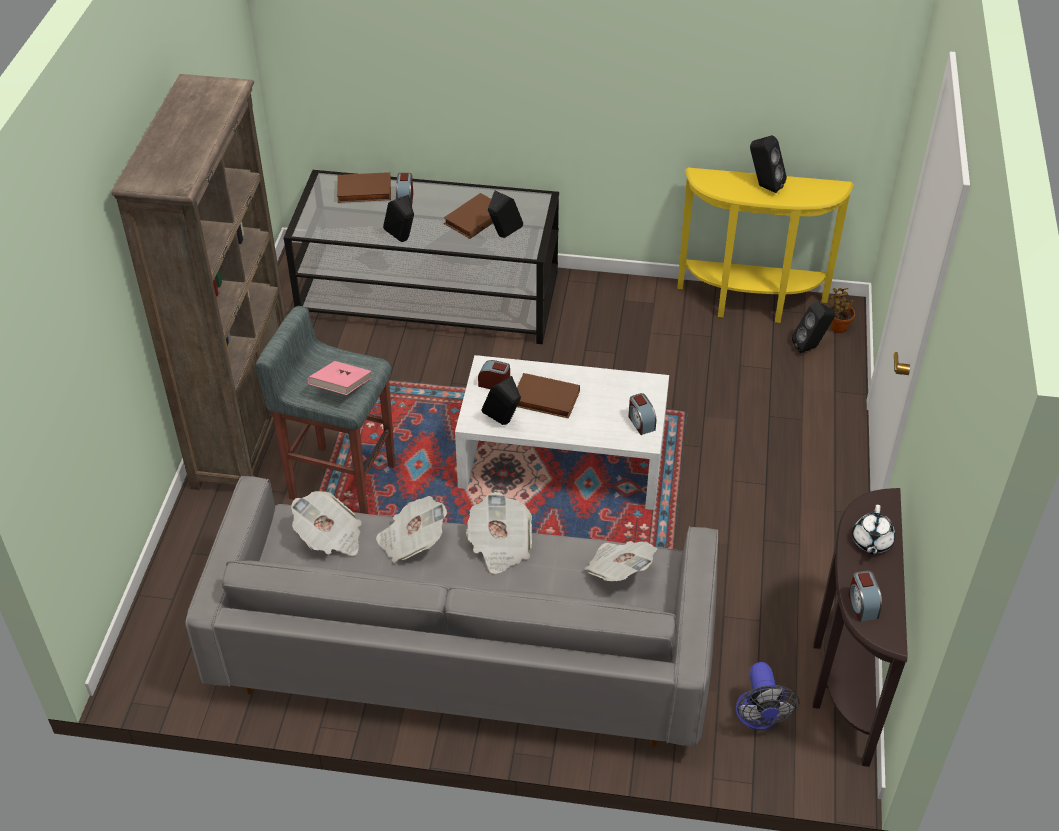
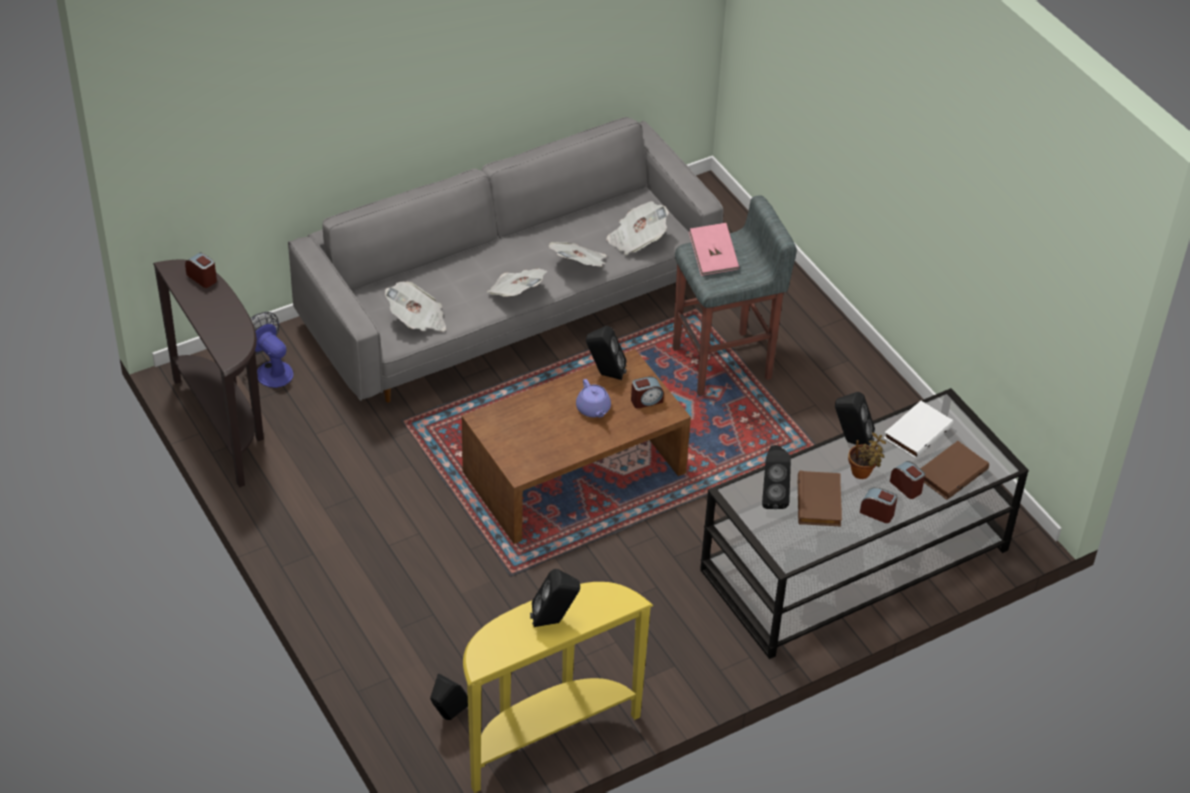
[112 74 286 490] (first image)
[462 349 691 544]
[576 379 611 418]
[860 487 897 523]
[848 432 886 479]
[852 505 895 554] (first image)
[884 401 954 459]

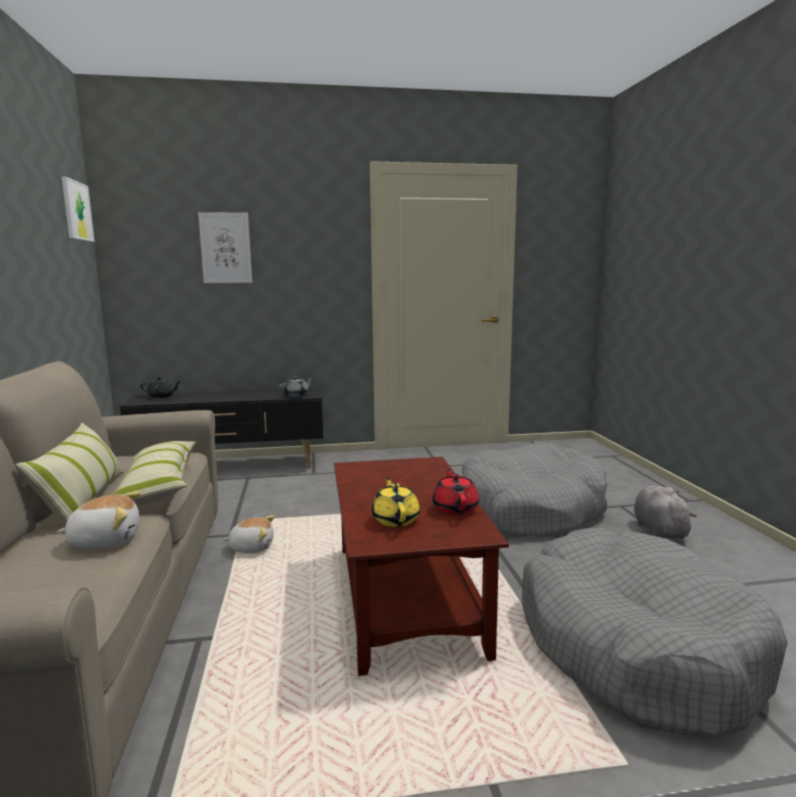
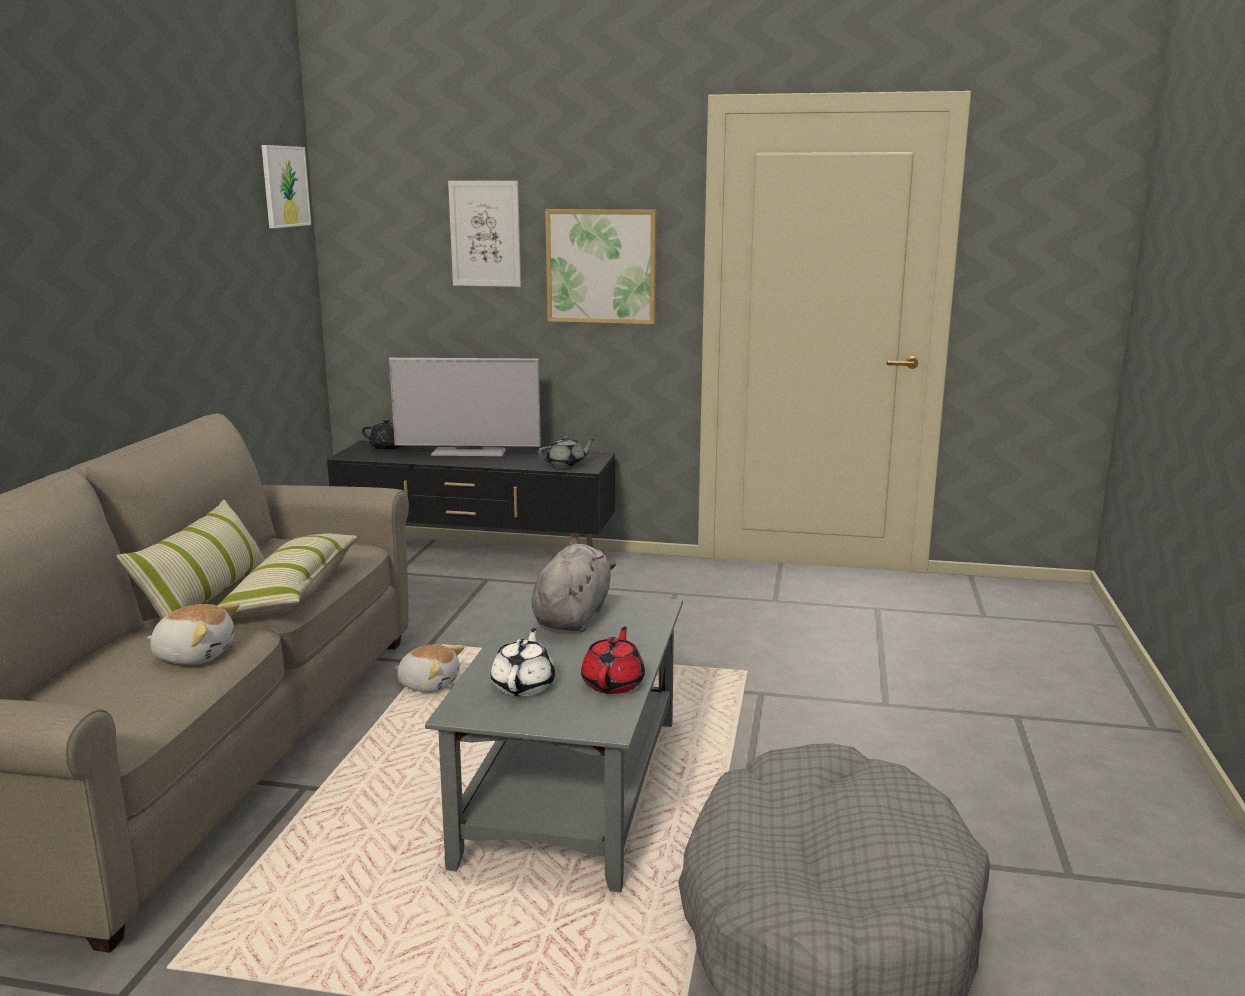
[425 588 683 893]
[491 628 555 696]
[462 443 607 537] (first image)
[532 544 616 632]
[389 358 541 456]
[545 209 657 324]

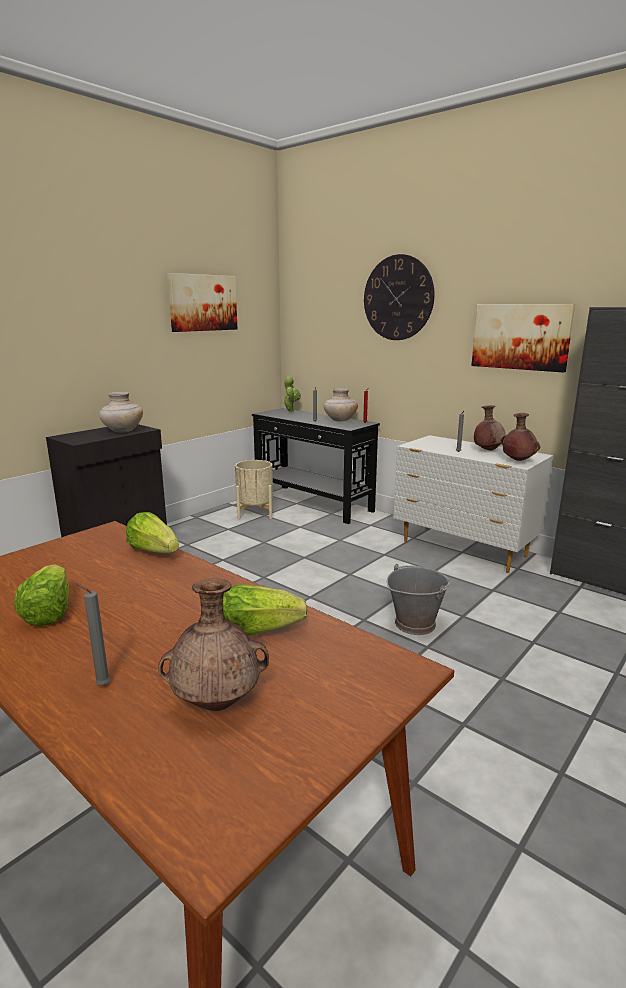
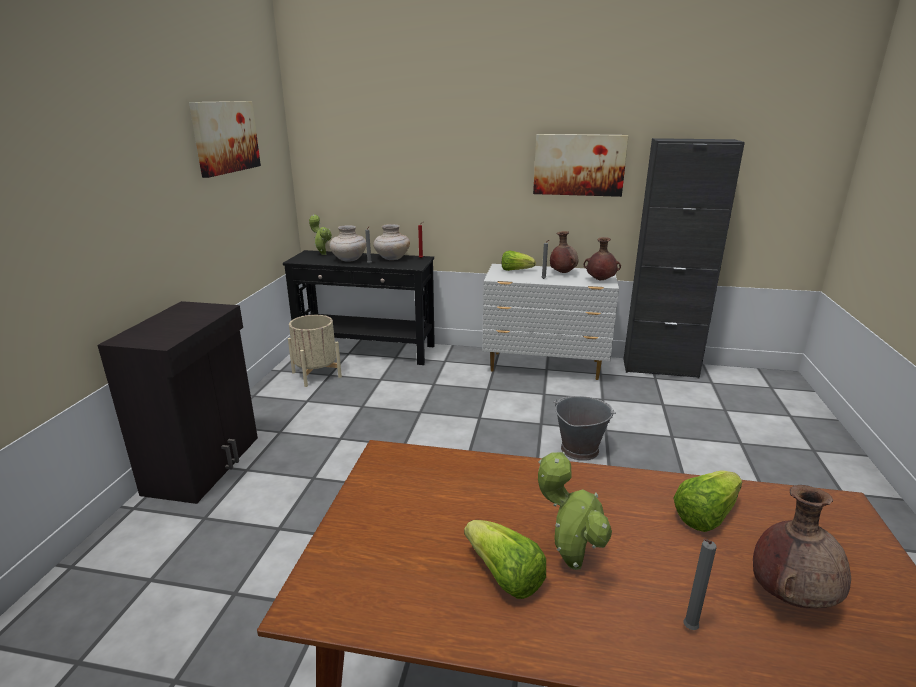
[329 225 366 262]
[502 251 536 271]
[364 254 434 340] (first image)
[538 452 612 570]

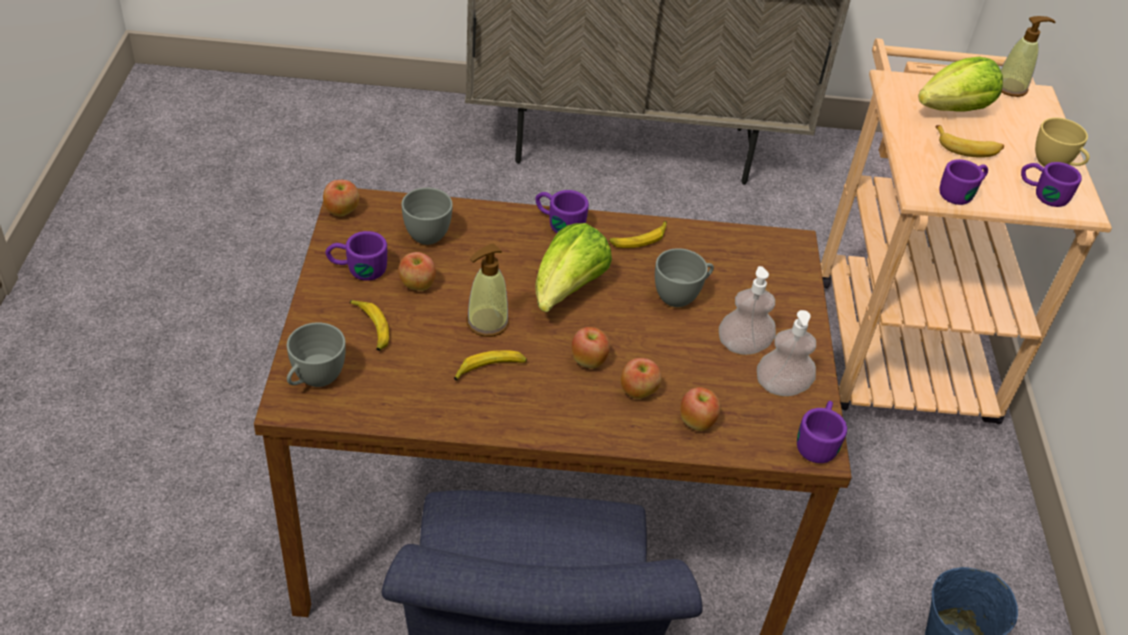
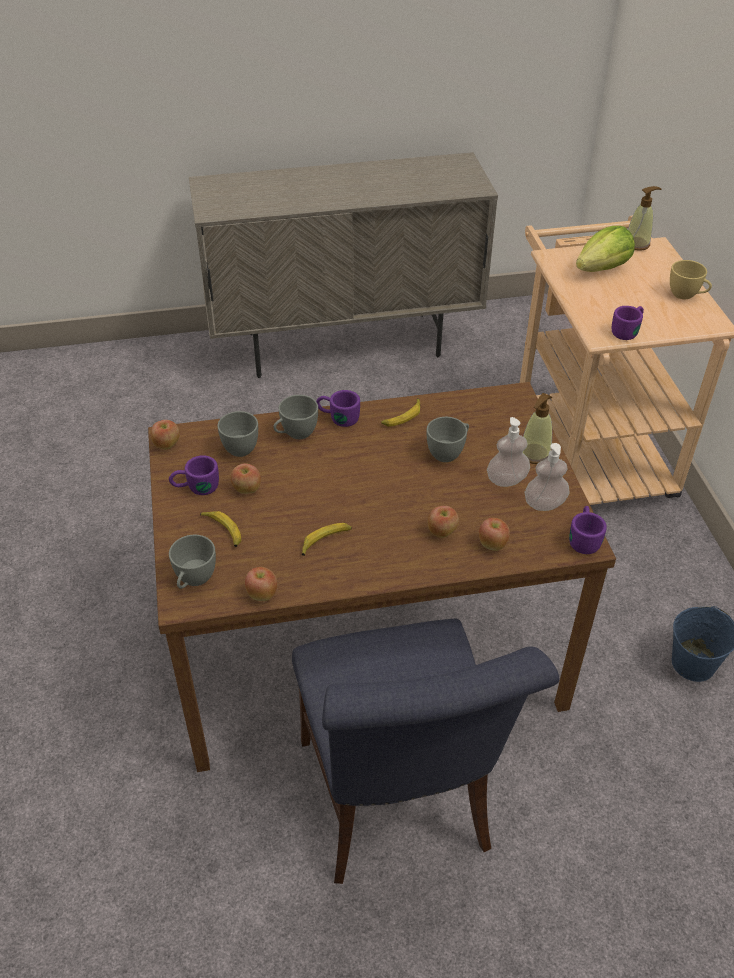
[523 393 552 464]
[535 223 612 312] (first image)
[245 567 277 601]
[936 125 1004 158] (first image)
[1021 162 1082 207] (first image)
[273 395 318 439]

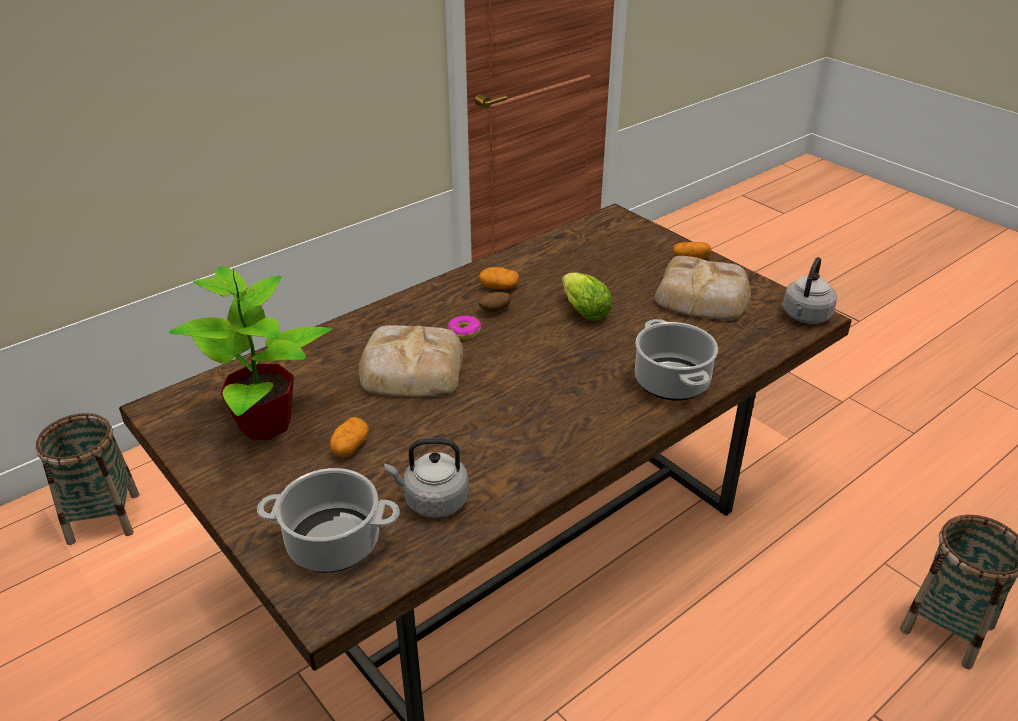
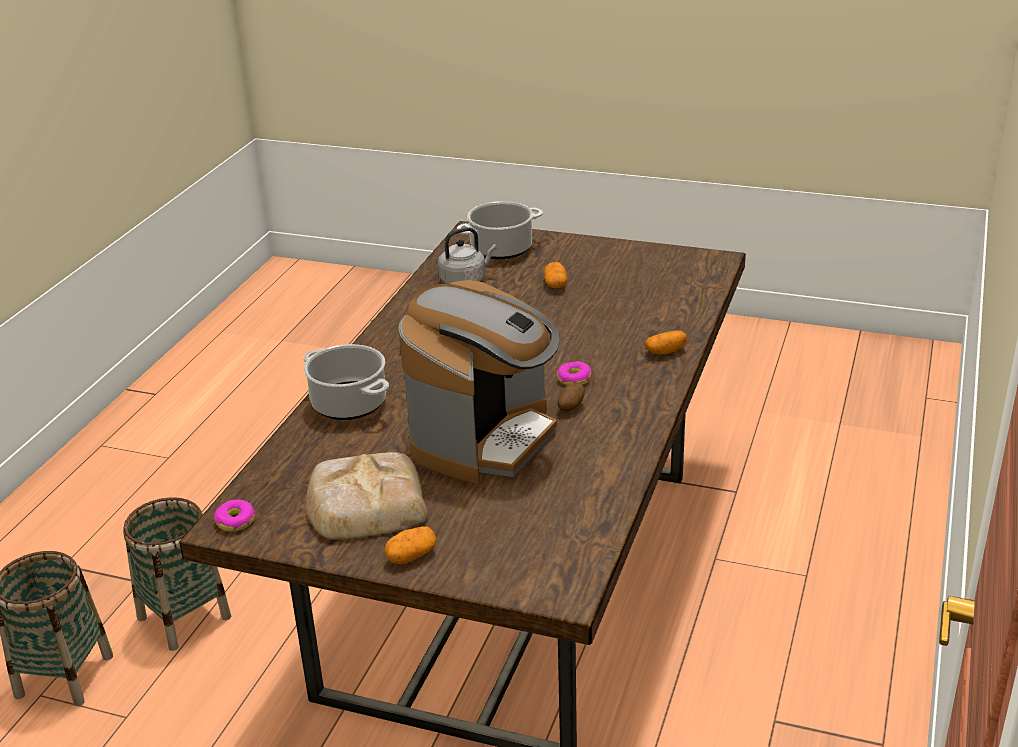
[123 497 231 651]
[169 266 333 440] (first image)
[359 325 463 397] (first image)
[645 330 687 354]
[399 280 560 484]
[214 499 256 531]

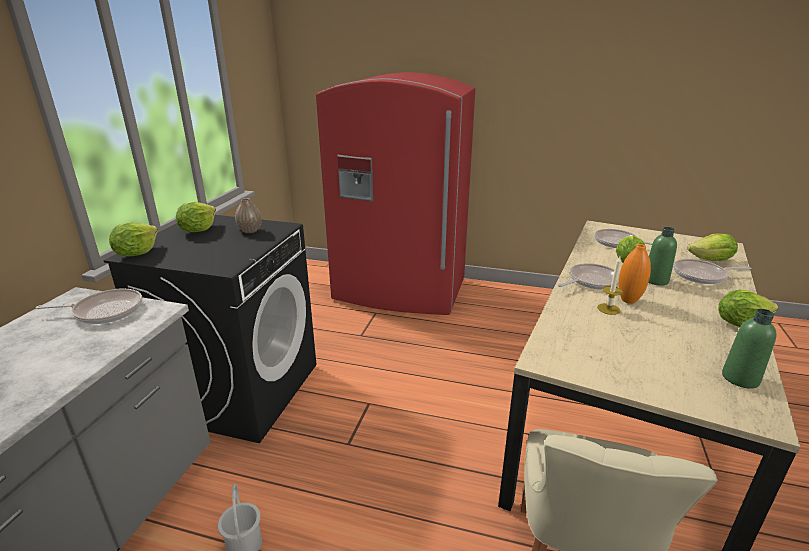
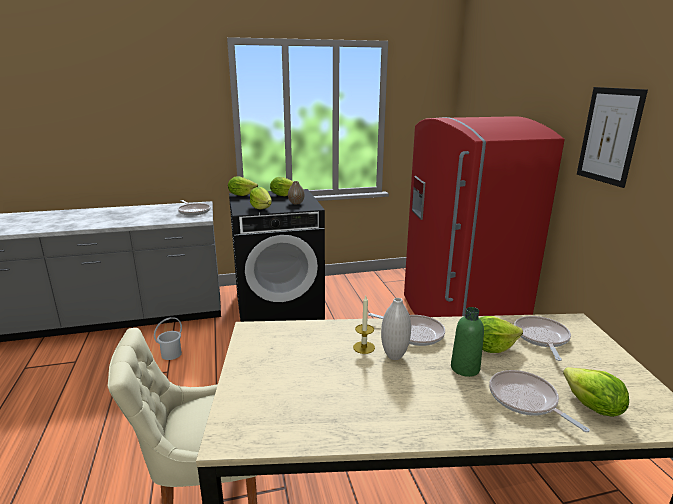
[381 298 411 360]
[250 187 272 209]
[722 309 777 389] (first image)
[577 87 648 188]

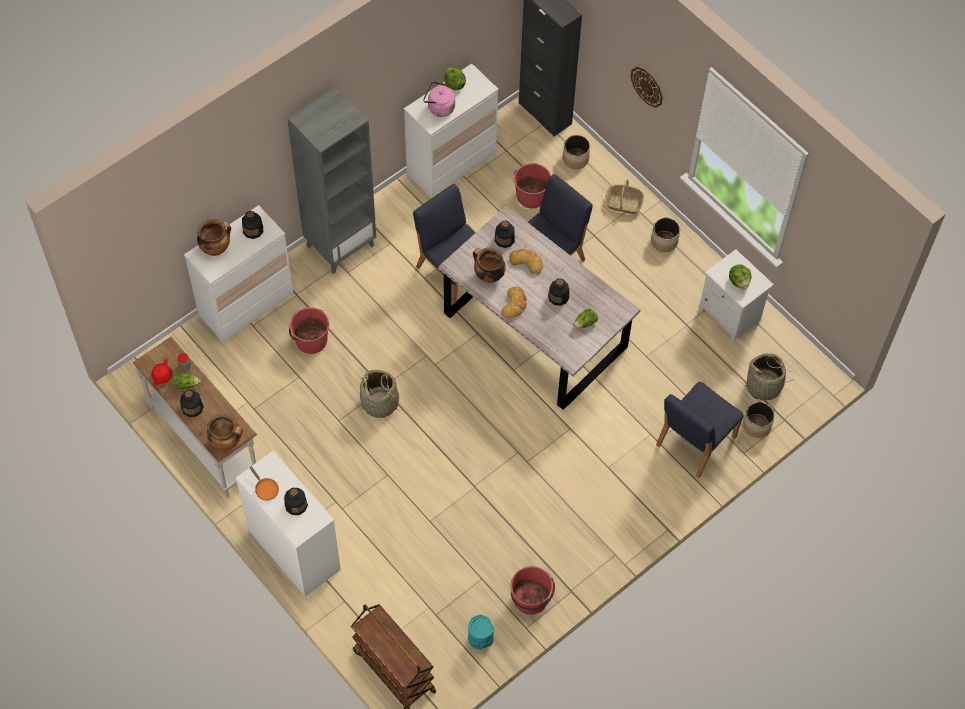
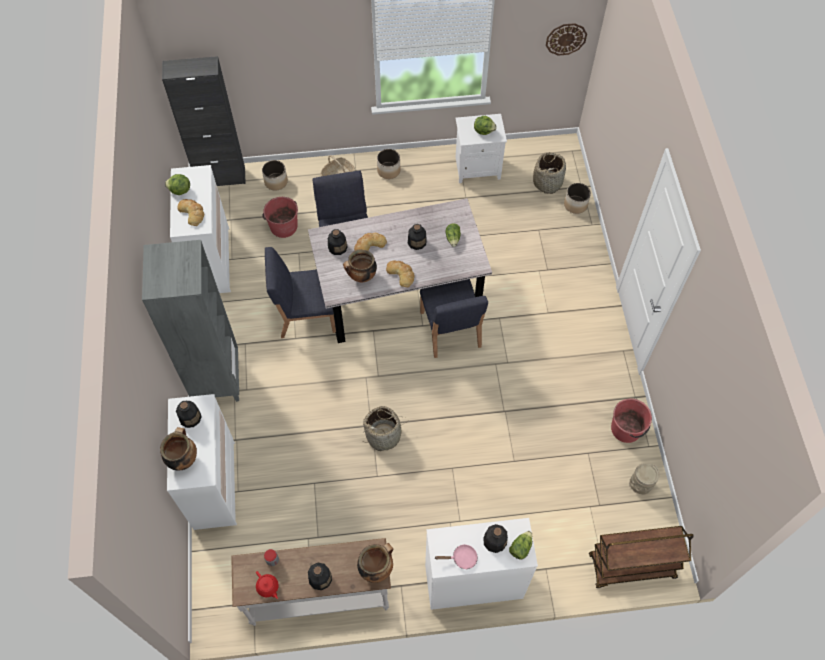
[509 531 532 560]
[434 544 478 570]
[289 307 329 354] (first image)
[177 199 204 226]
[629 464 660 495]
[546 23 587 56]
[420 279 488 358]

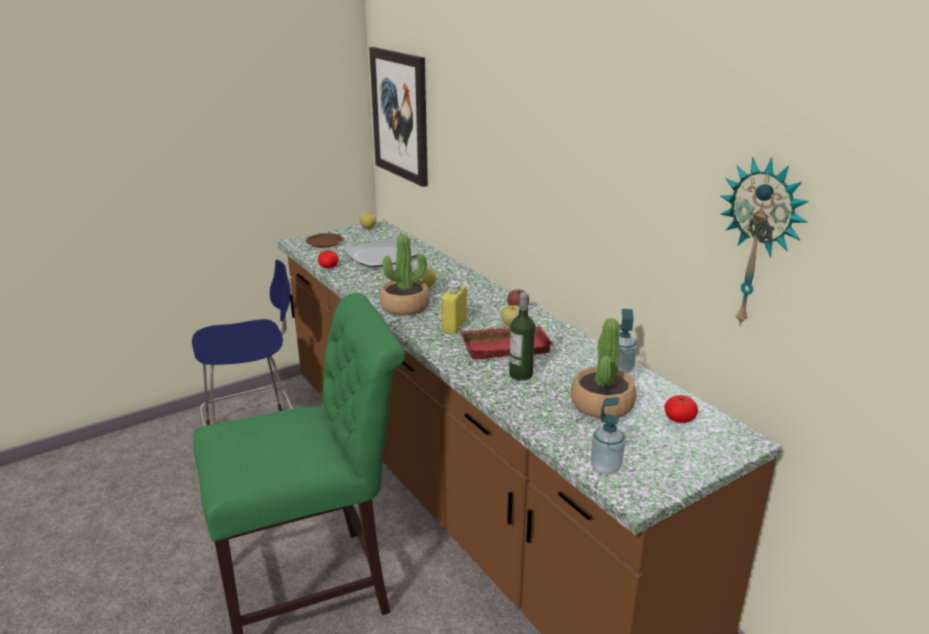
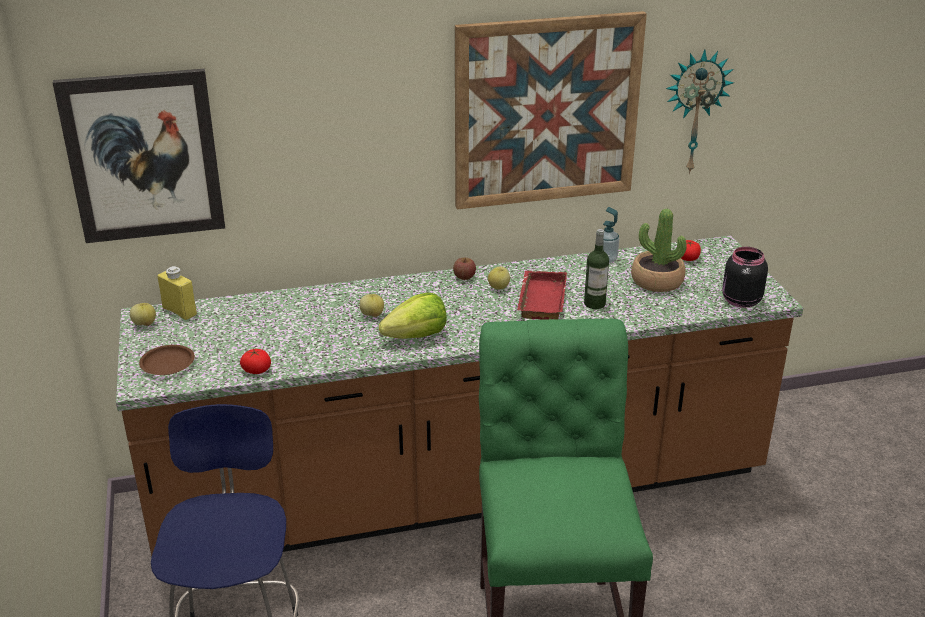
[343 238 419 267] (first image)
[379 293 447 339]
[157 266 197 320]
[722 247 768 308]
[455 11 647 209]

